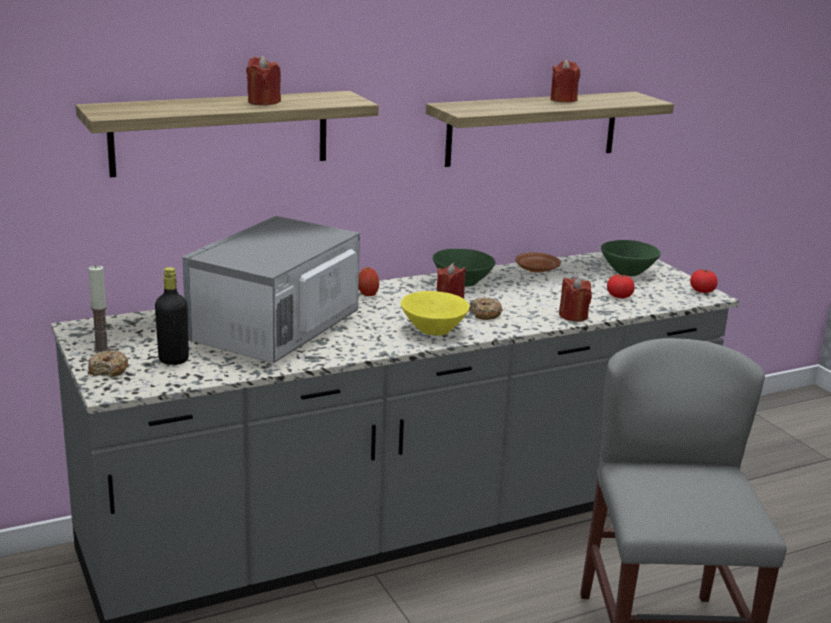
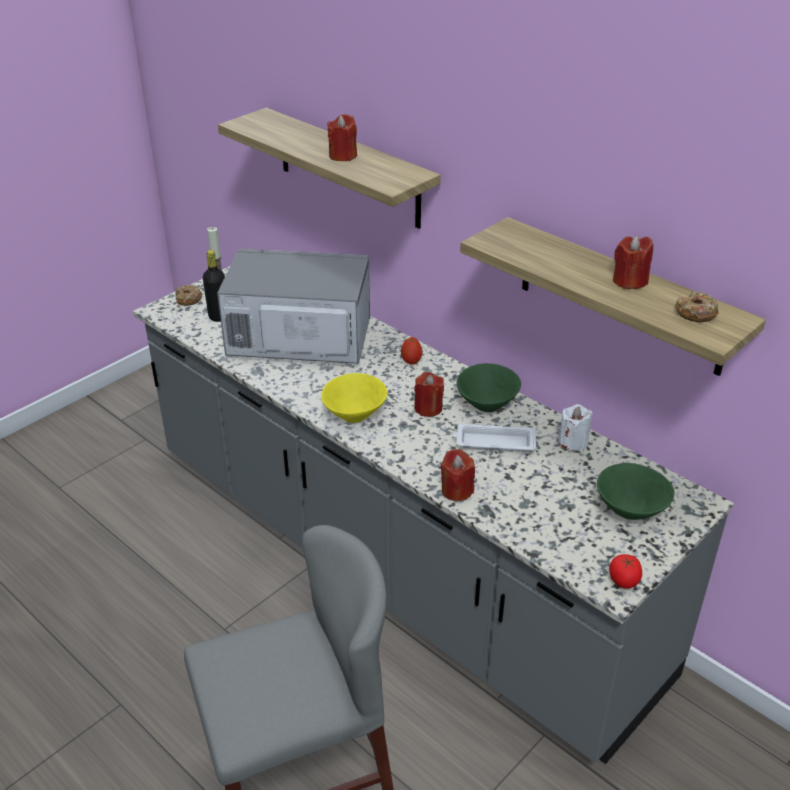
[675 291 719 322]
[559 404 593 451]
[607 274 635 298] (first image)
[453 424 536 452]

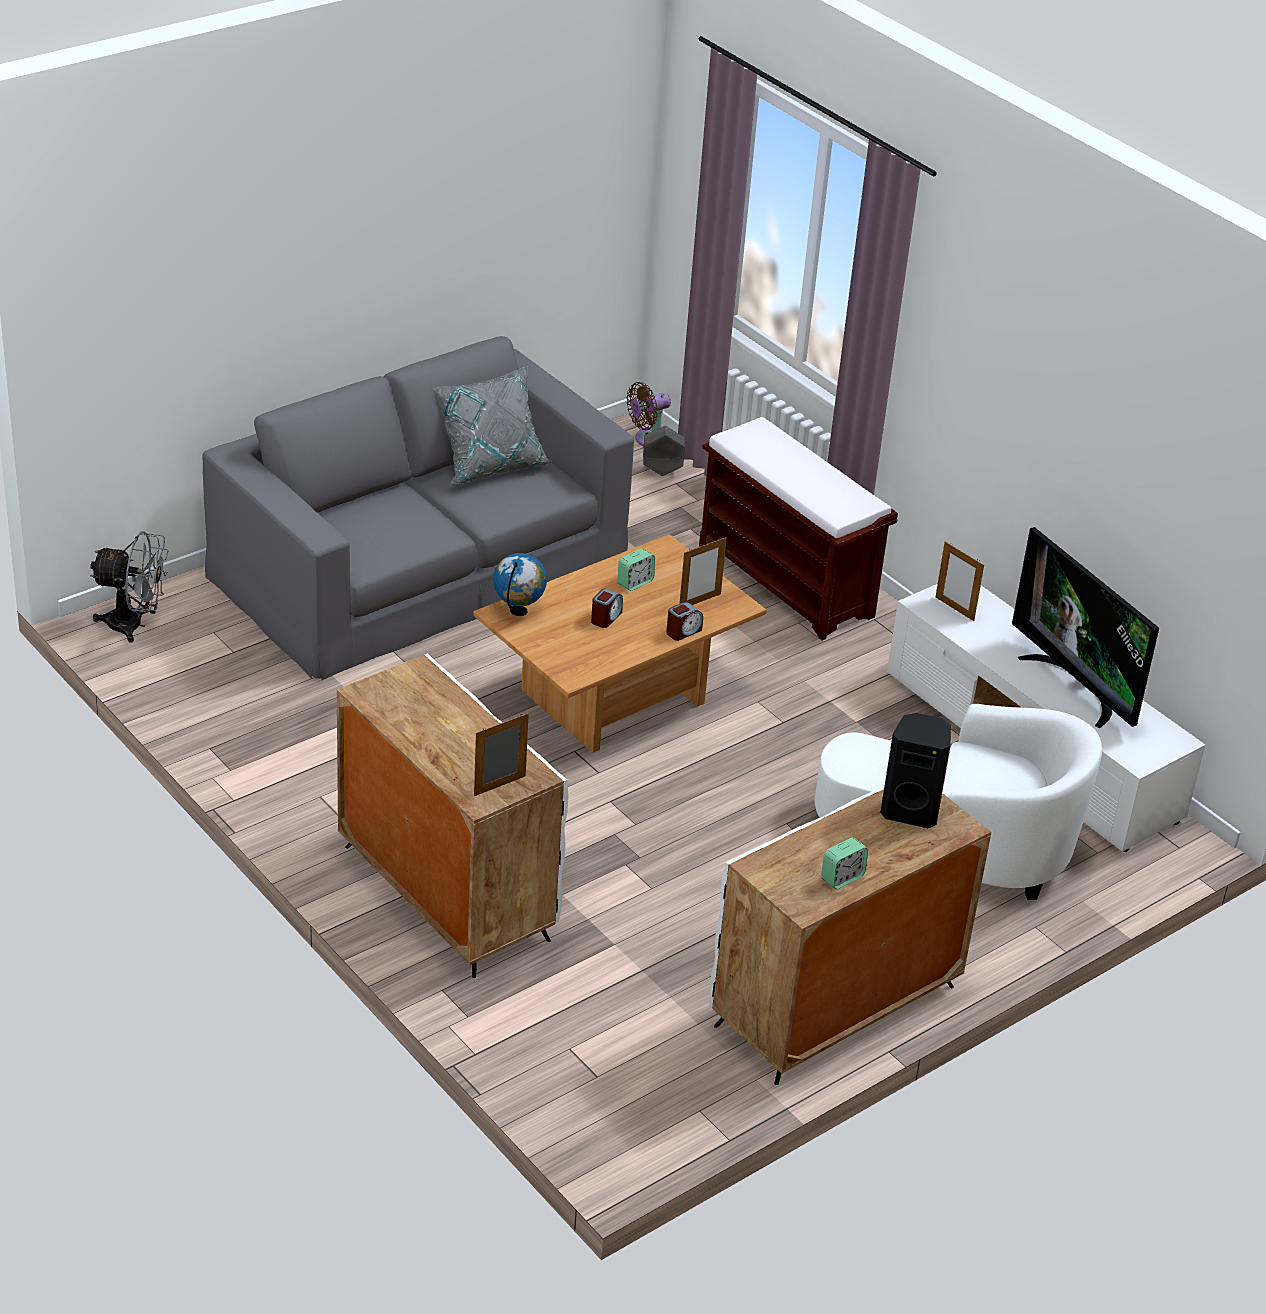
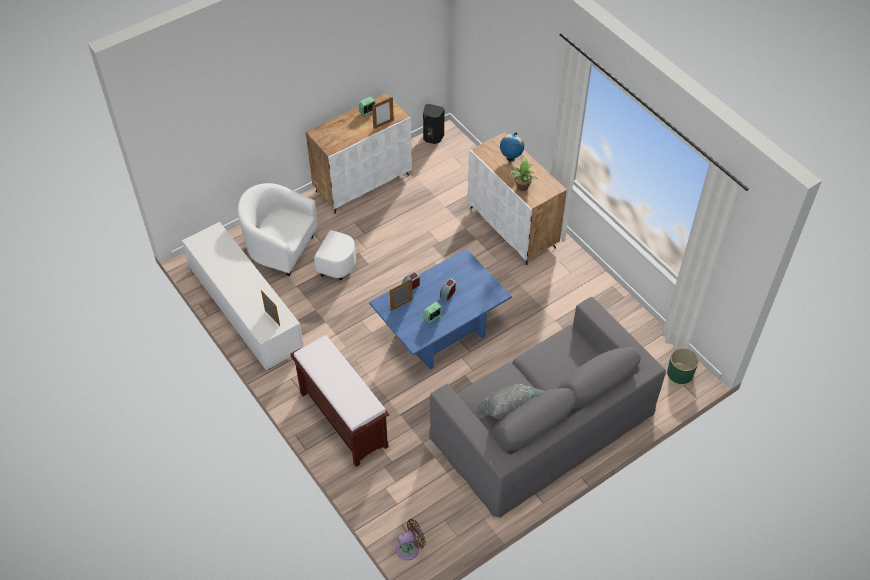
[667 348 699 384]
[369 248 512 369]
[372 97 394 129]
[500 133 524 162]
[643 425 685 476] (first image)
[423 104 444 144]
[1012 527 1159 728] (first image)
[510 157 538 191]

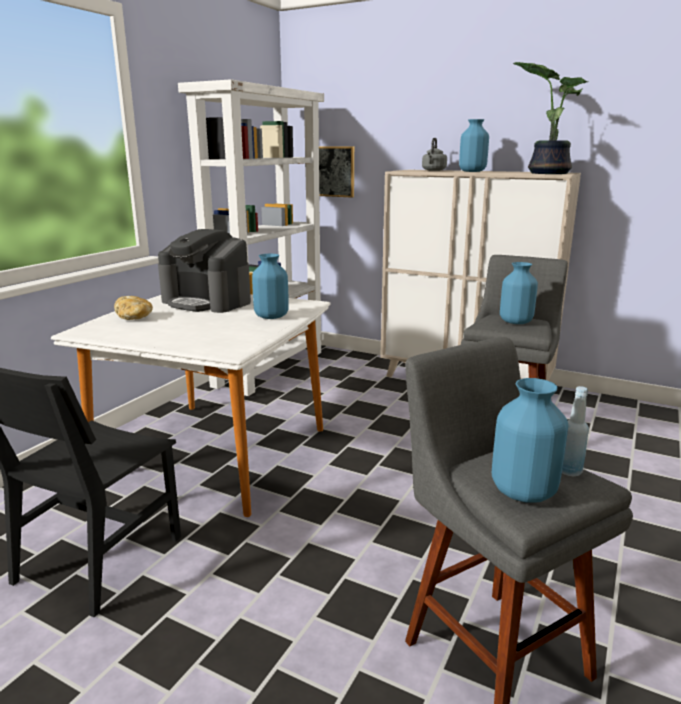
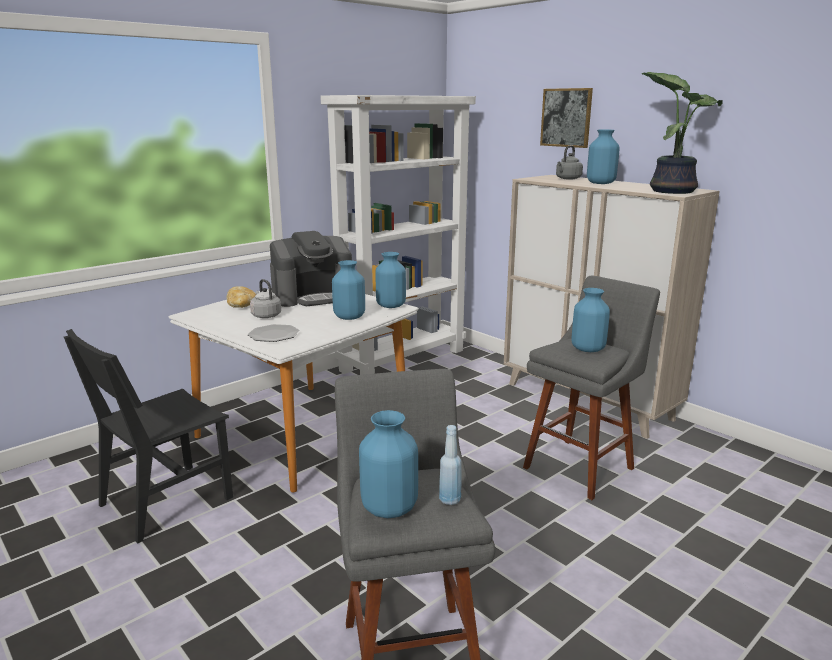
[270 231 352 307]
[540 88 593 148]
[248 324 300 342]
[250 279 281 318]
[376 252 406 308]

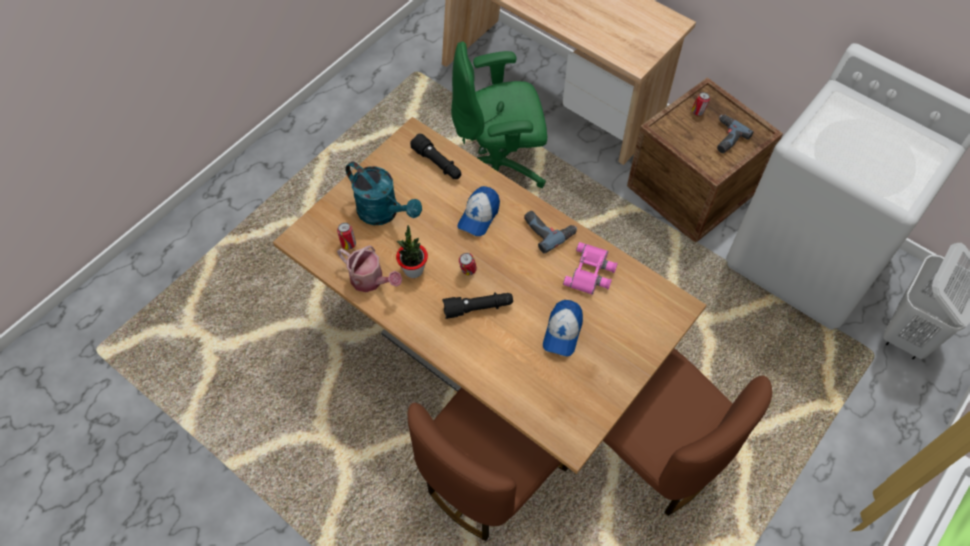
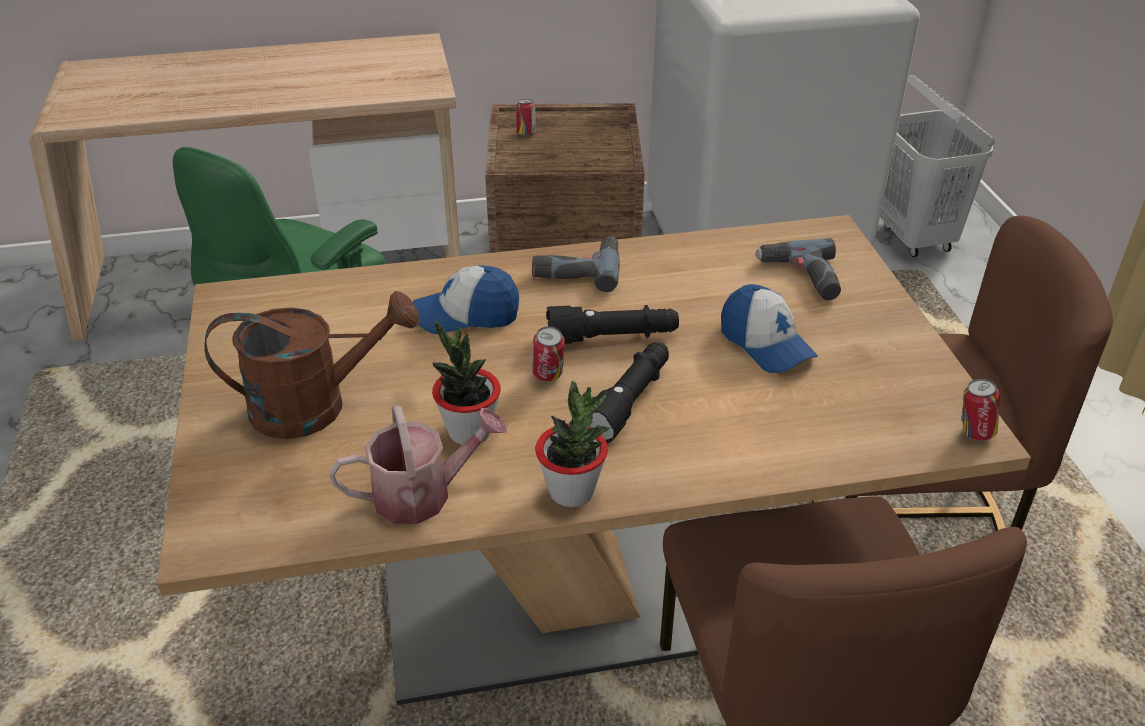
[961 379 1000 441]
[205 291 420 439]
[546 305 679 344]
[413 265 519 334]
[563 242 618 295] (first image)
[755 238 841 300]
[535 381 609 507]

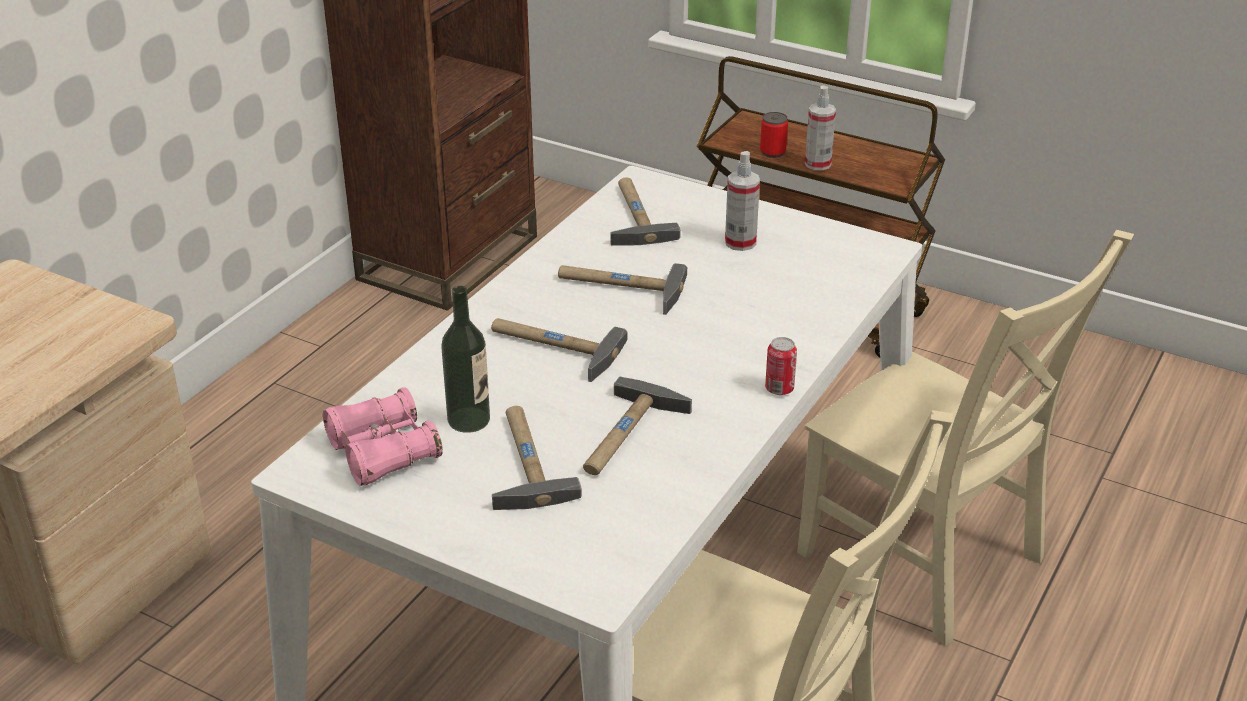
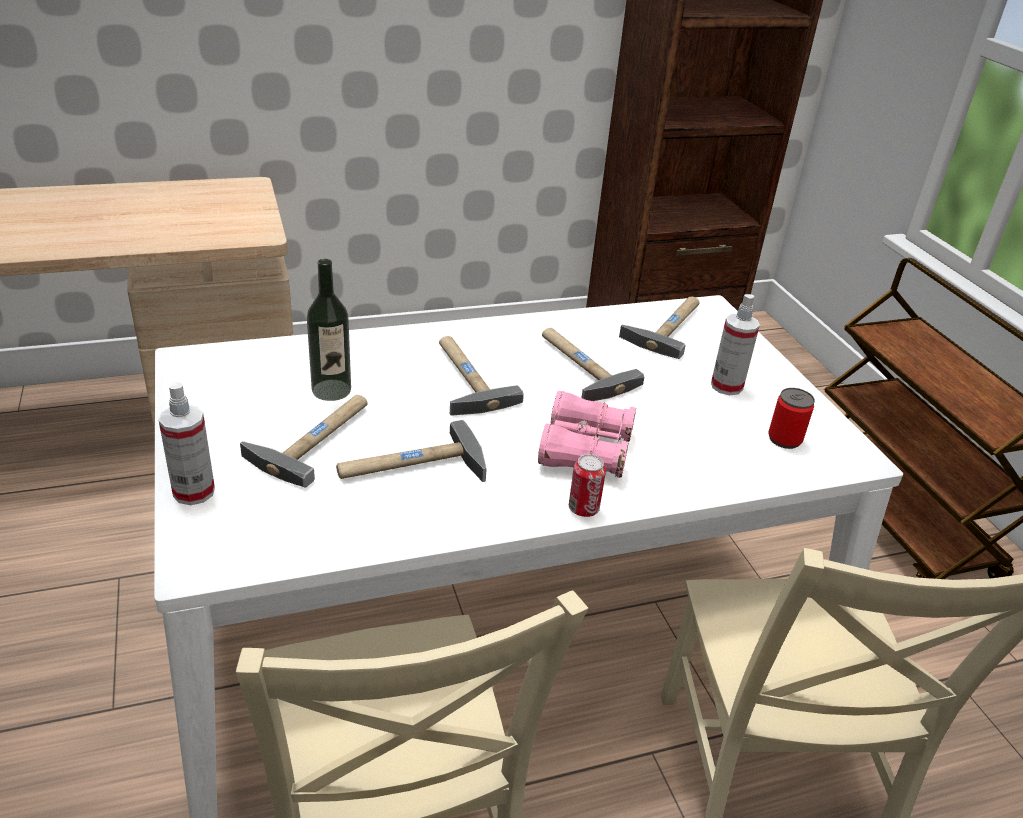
[538 391 636 478]
[768 388 815 449]
[159 382 215 505]

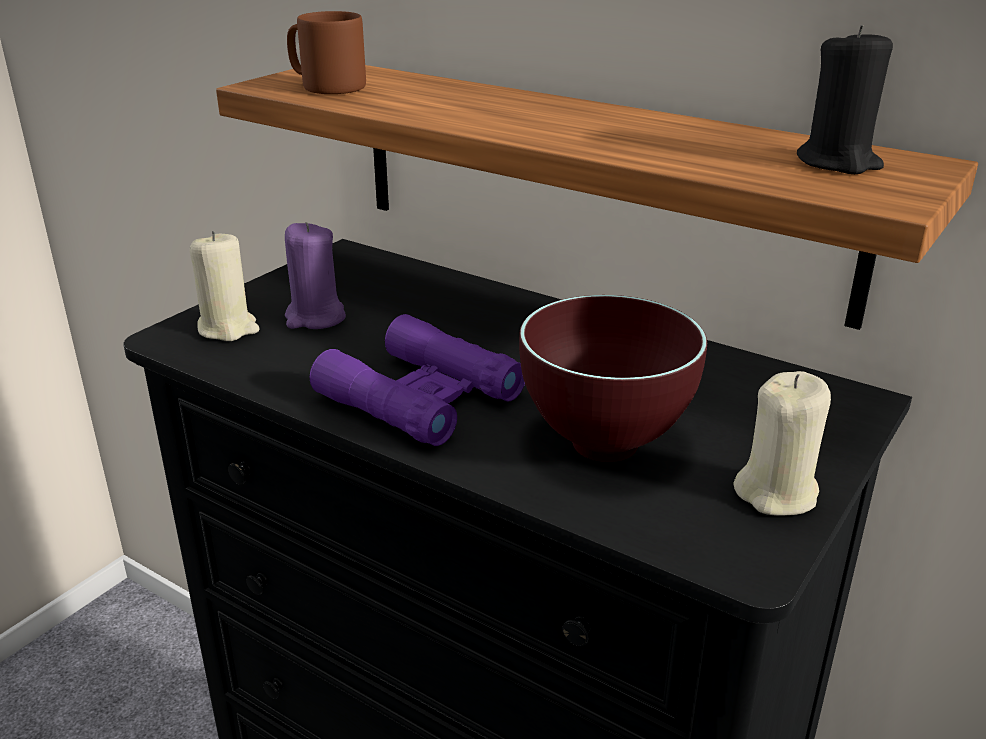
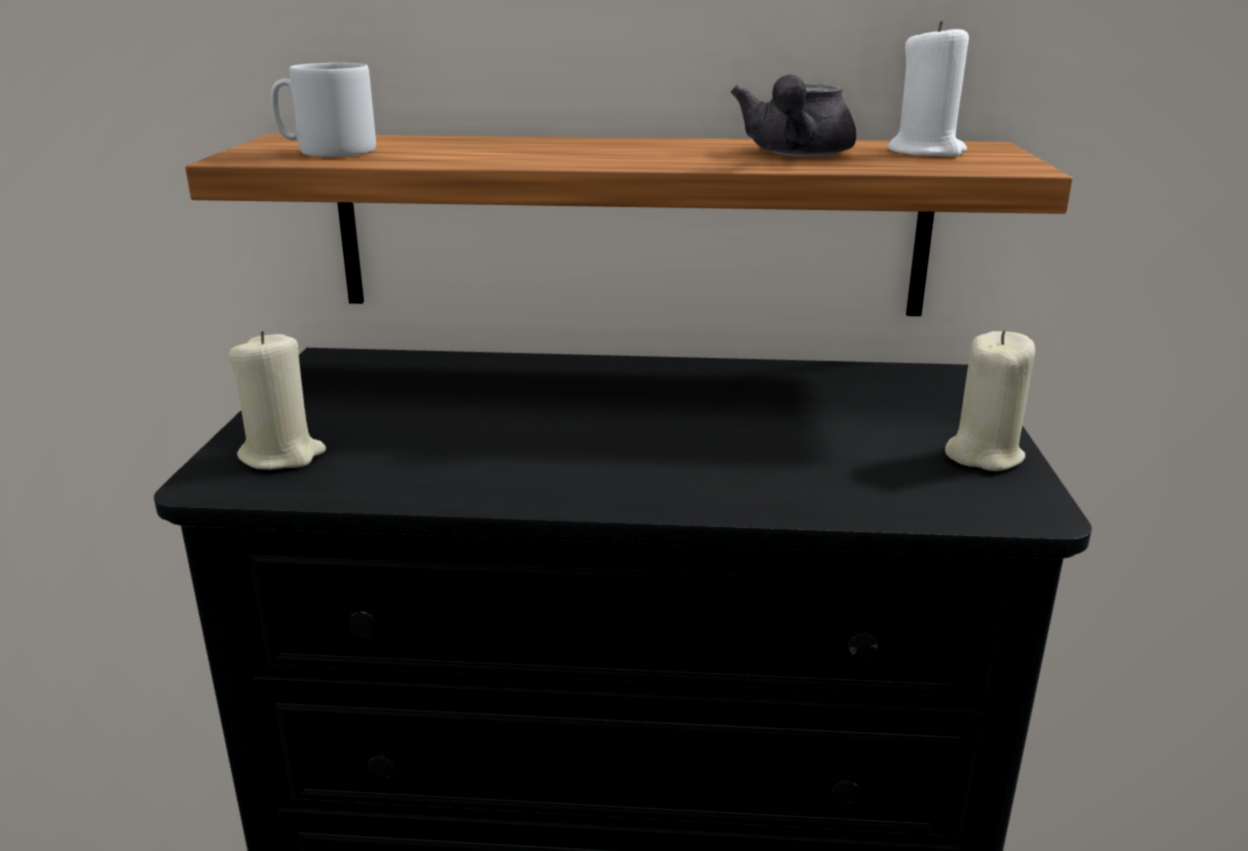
[285 222 346 329] (first image)
[271 63 376 157]
[310 314 525 446] (first image)
[519 295 707 462] (first image)
[888 21 969 157]
[731 74 856 157]

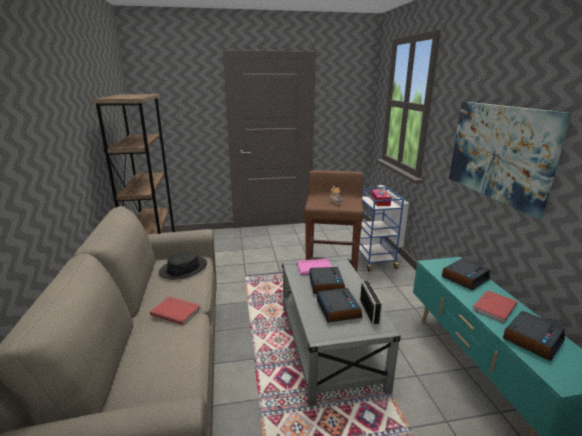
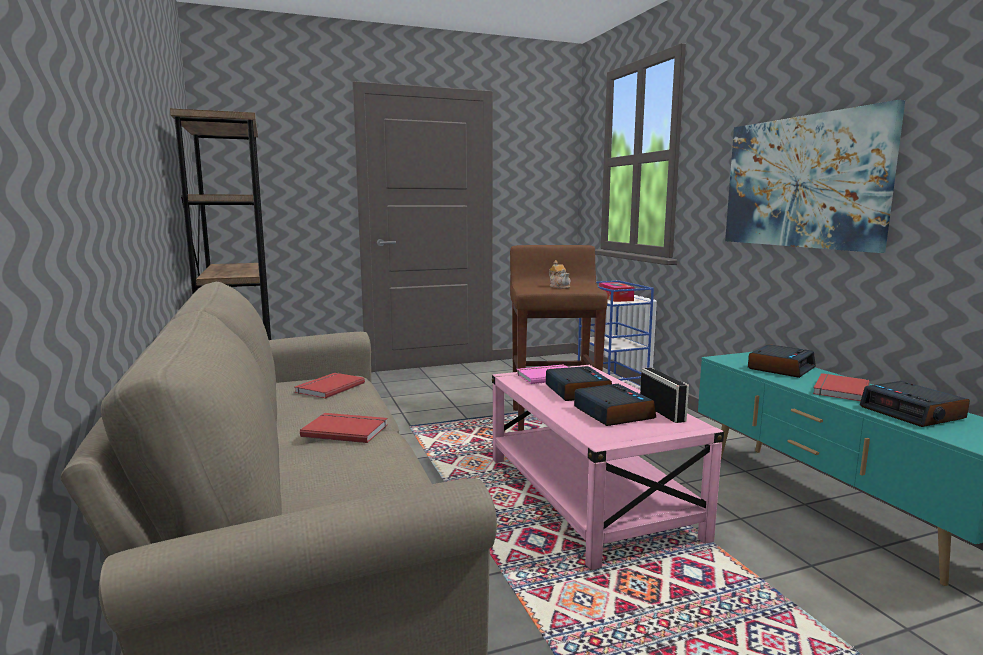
[295 373 365 399]
[492 365 724 570]
[860 381 970 427]

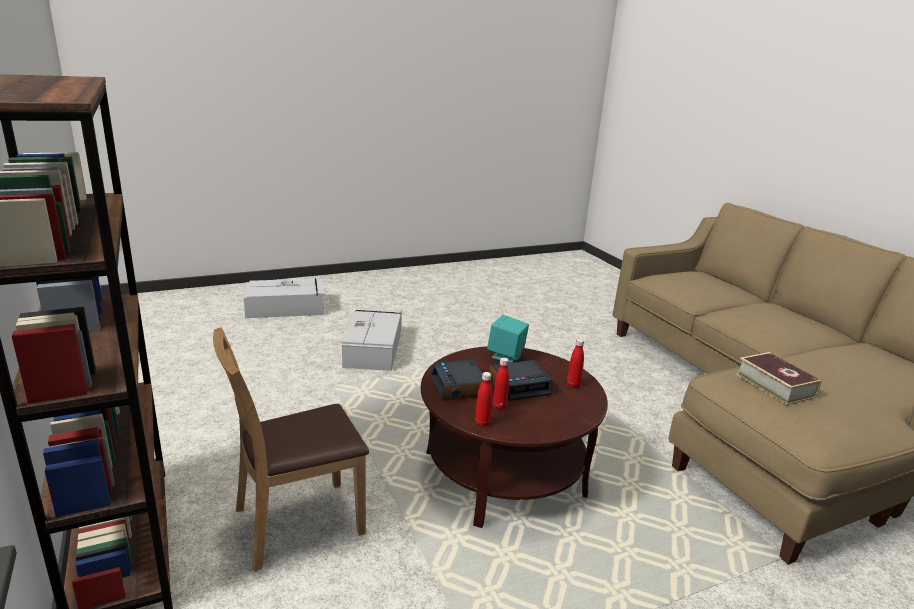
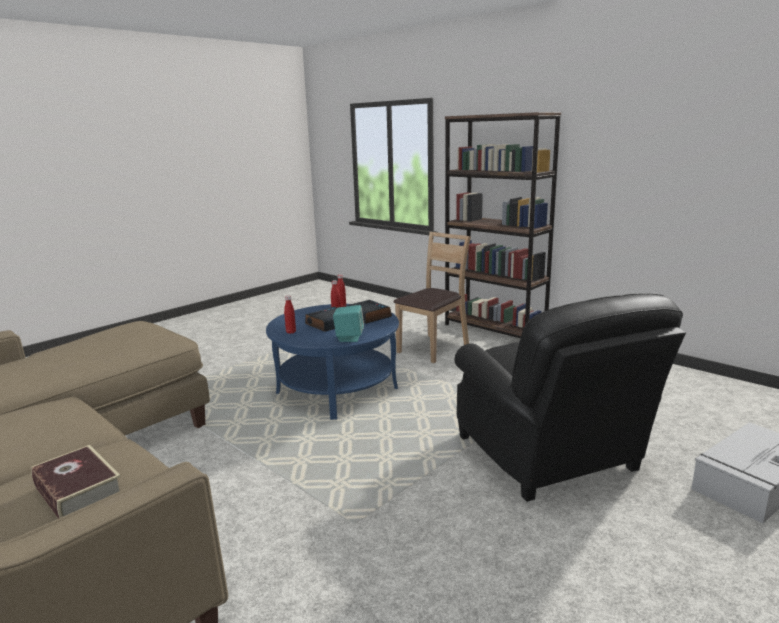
[455 293 686 502]
[266 304 399 420]
[31 445 121 519]

